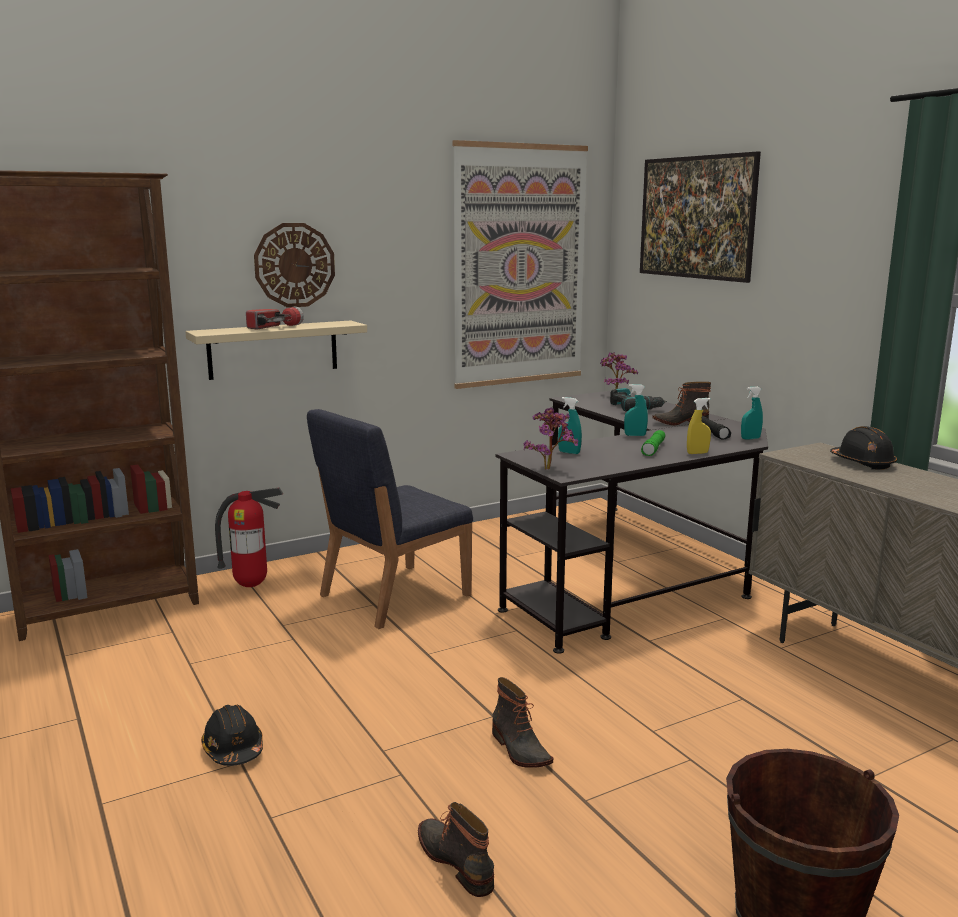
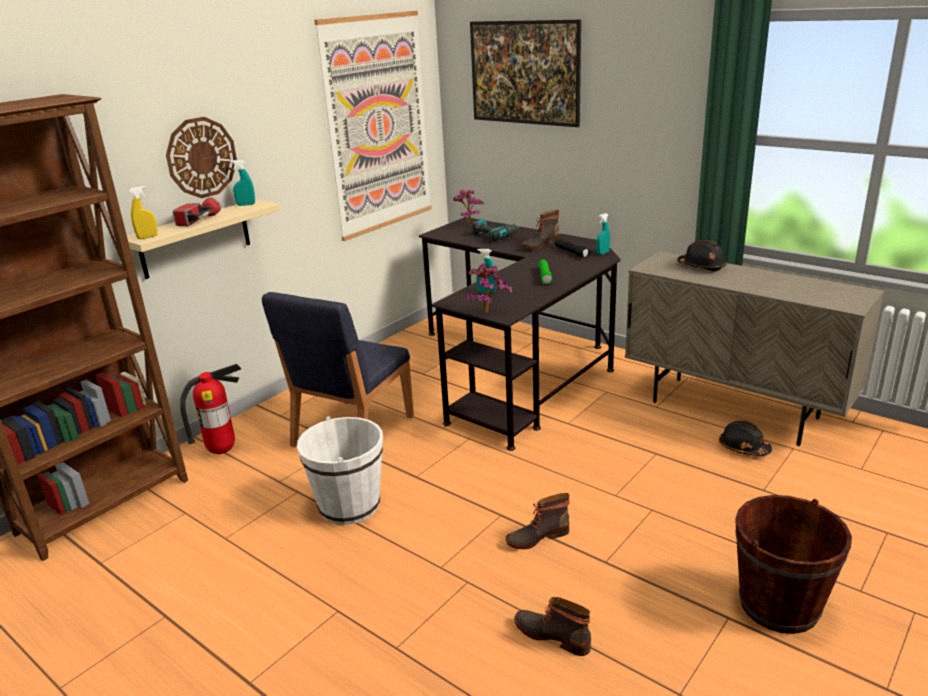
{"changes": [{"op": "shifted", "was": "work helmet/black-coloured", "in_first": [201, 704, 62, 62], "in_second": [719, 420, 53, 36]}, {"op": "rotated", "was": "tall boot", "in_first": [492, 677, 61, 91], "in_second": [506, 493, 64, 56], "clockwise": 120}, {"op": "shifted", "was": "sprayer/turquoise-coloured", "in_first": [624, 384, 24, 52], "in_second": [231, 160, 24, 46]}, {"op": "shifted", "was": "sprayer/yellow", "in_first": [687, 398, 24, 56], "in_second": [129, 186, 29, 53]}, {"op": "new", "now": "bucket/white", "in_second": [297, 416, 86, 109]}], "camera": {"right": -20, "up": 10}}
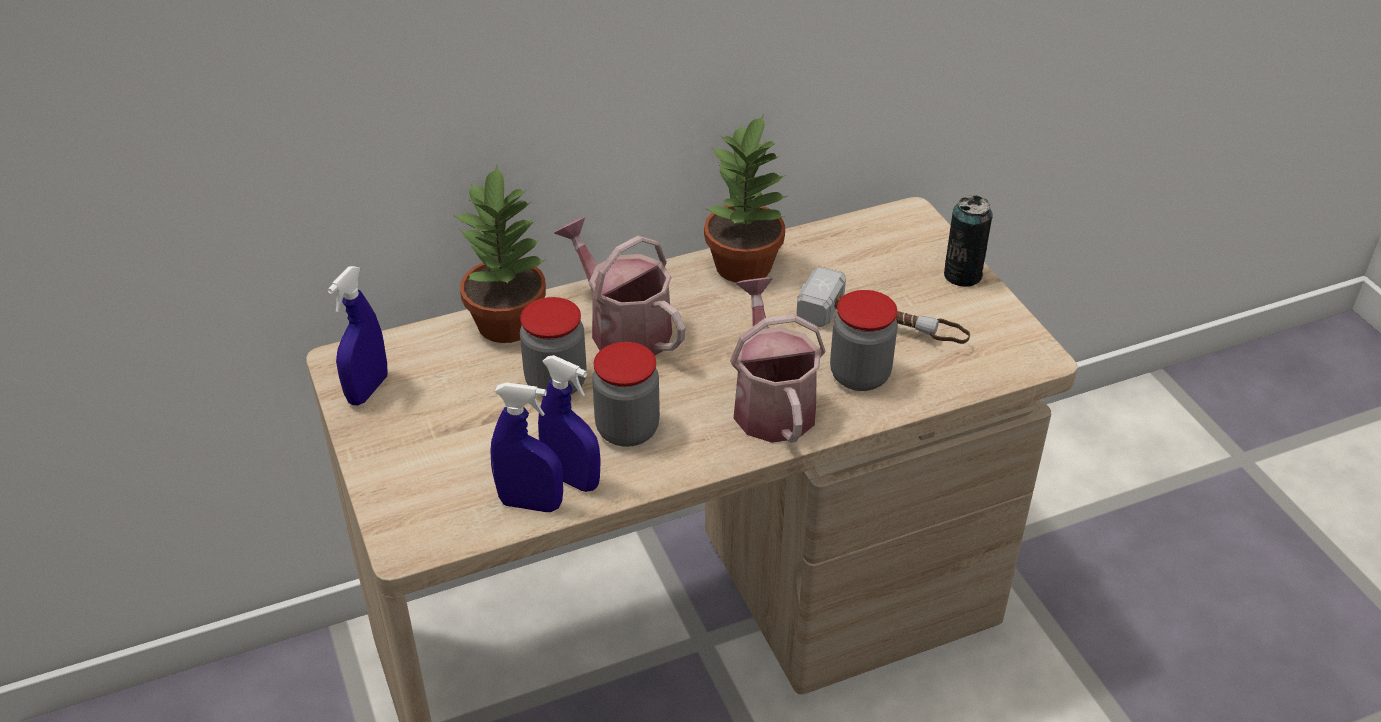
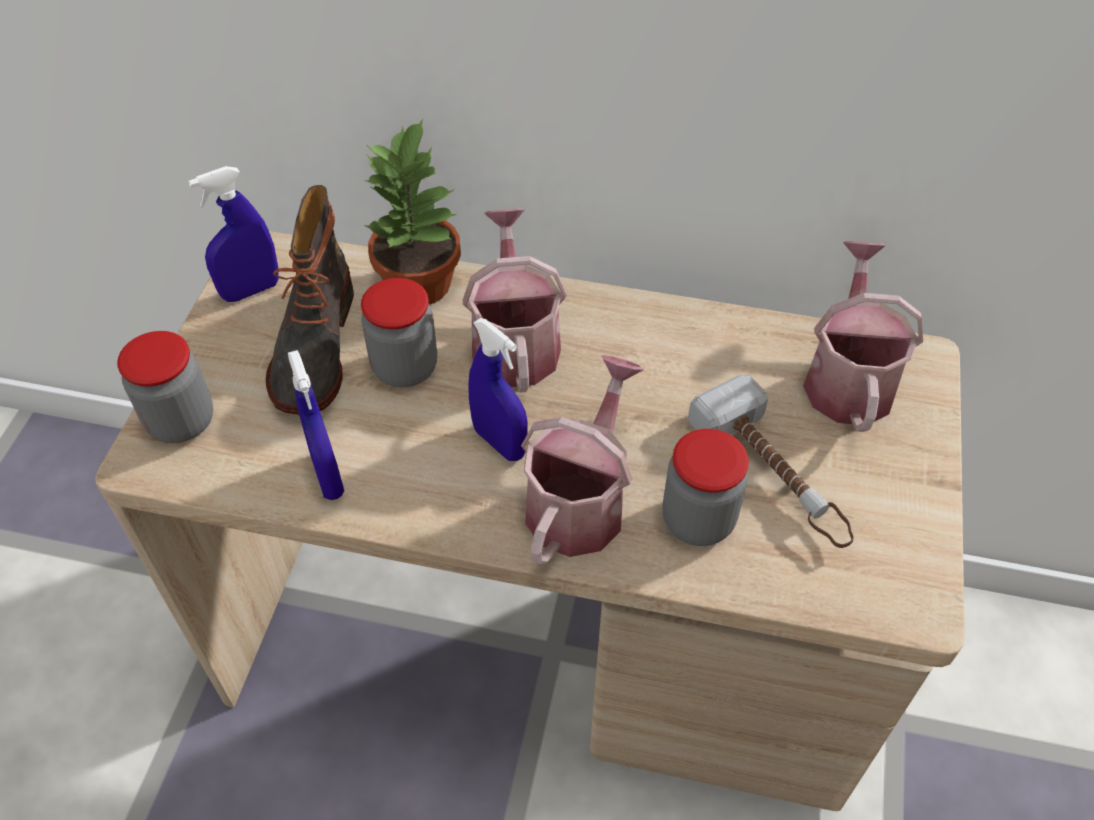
{"changes": [{"op": "shifted", "was": "sprayer/blue-coloured", "in_first": [490, 382, 73, 130], "in_second": [468, 318, 60, 143]}, {"op": "shifted", "was": "jar", "in_first": [592, 342, 68, 105], "in_second": [117, 331, 96, 112]}, {"op": "gone", "was": "plant in a pot", "in_first": [704, 114, 83, 169]}, {"op": "gone", "was": "metal can", "in_first": [944, 196, 49, 91]}, {"op": "new", "now": "tall boot", "in_second": [266, 185, 88, 230]}, {"op": "new", "now": "sprinkling can", "in_second": [803, 241, 120, 191]}], "camera": {"right": 35, "up": 10}}
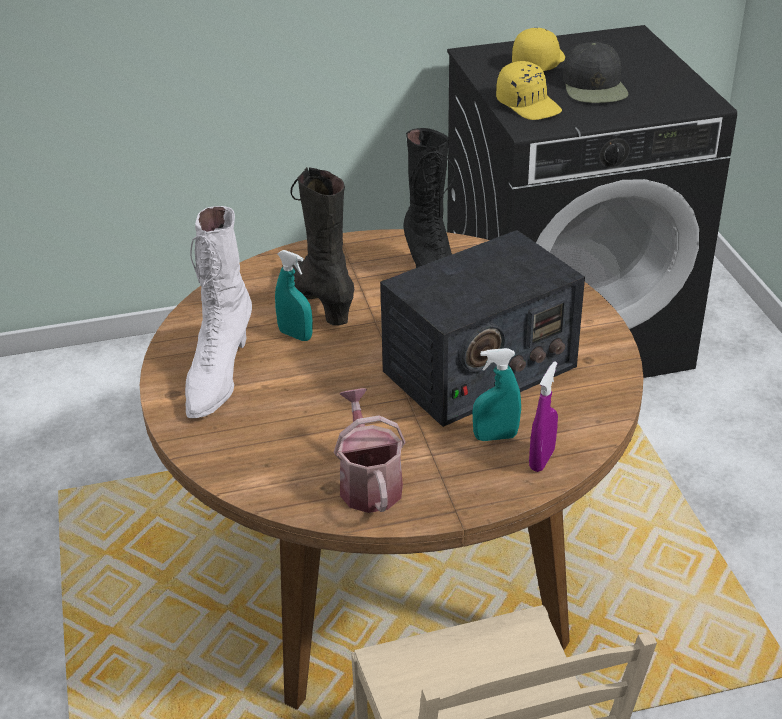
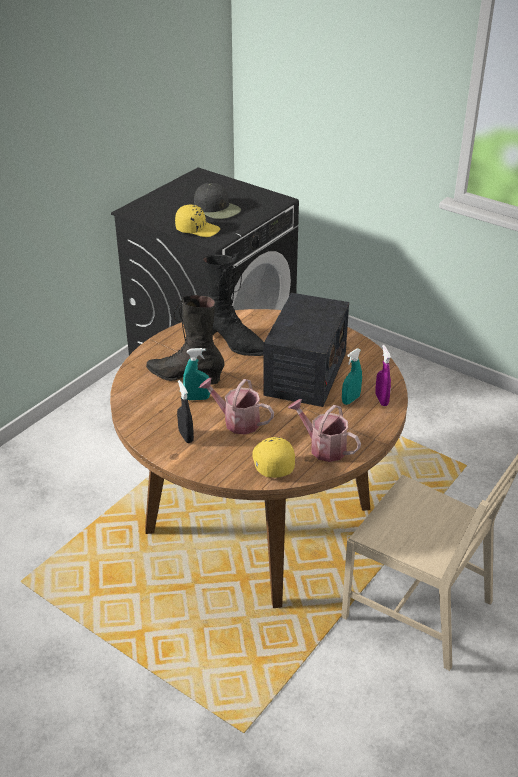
{"changes": [{"op": "swapped", "was": "tall boot/white", "now": "sprayer/black-coloured", "in_first": [185, 206, 67, 212], "in_second": [177, 380, 17, 63]}, {"op": "shifted", "was": "baseball cap/yellow", "in_first": [512, 28, 53, 43], "in_second": [252, 437, 43, 41]}, {"op": "new", "now": "sprinkling can", "in_second": [199, 378, 75, 57]}], "camera": {"right": -40, "up": 0}}
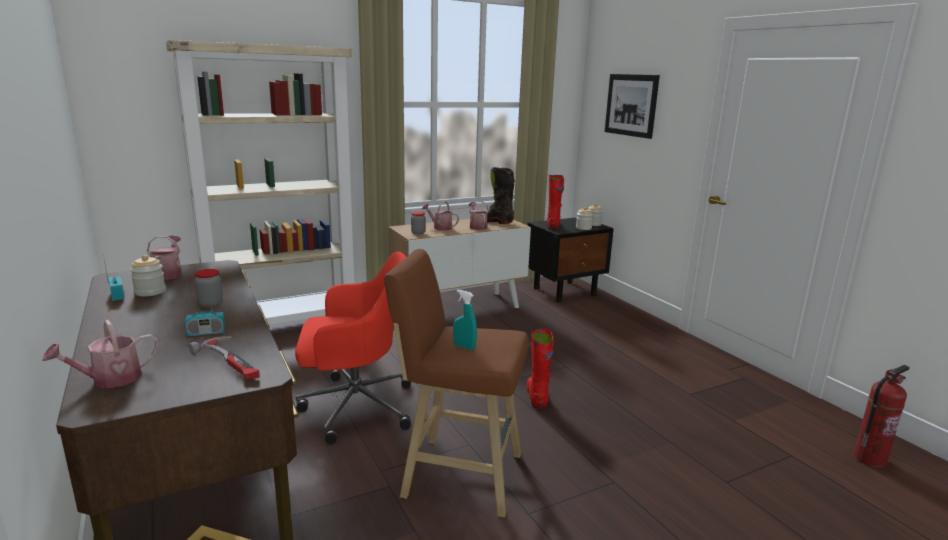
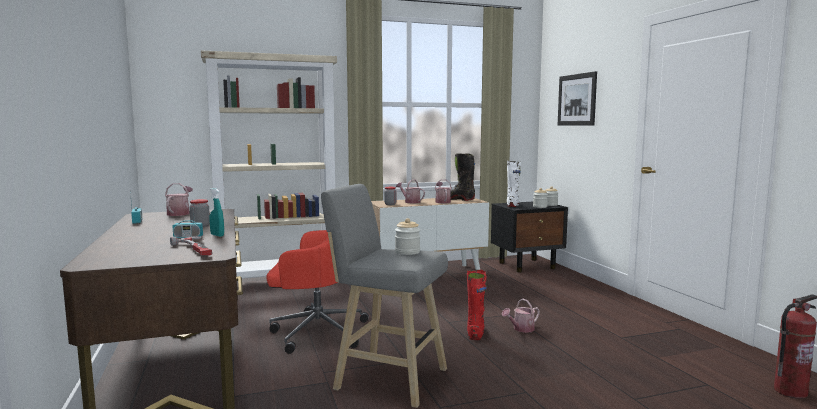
{"changes": [{"op": "shifted", "was": "sprinkling can", "in_first": [42, 320, 117, 68], "in_second": [502, 299, 38, 34]}, {"op": "shifted", "was": "jar", "in_first": [130, 255, 36, 41], "in_second": [395, 218, 25, 37]}, {"op": "repainted", "was": "stool/brown", "now": "stool/greyish", "in_first": [384, 249, 145, 268], "in_second": [321, 184, 127, 224]}, {"op": "shifted", "was": "sprayer/turquoise-coloured", "in_first": [453, 290, 24, 60], "in_second": [209, 188, 15, 49]}, {"op": "repainted", "was": "tall boot/reddish", "now": "tall boot/white", "in_first": [547, 175, 17, 54], "in_second": [507, 161, 14, 46]}], "camera": {"right": 10, "up": -10}}
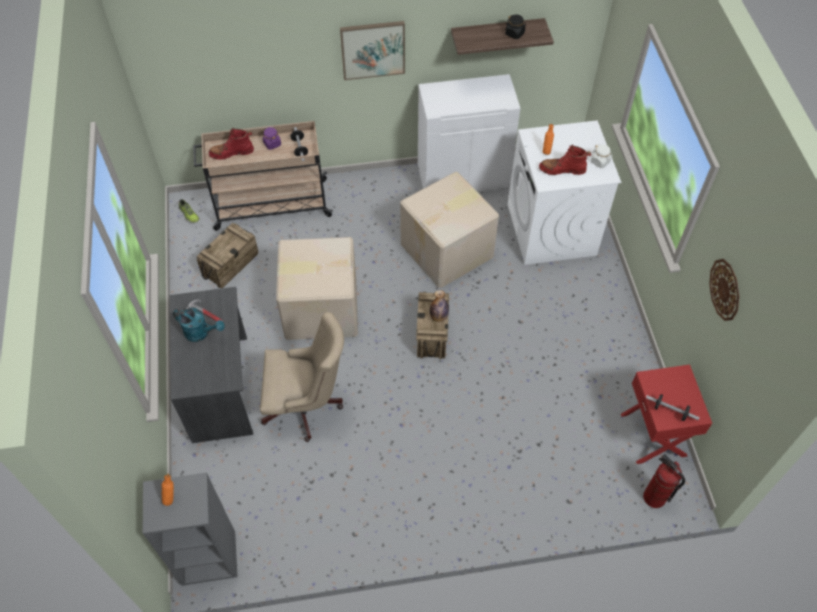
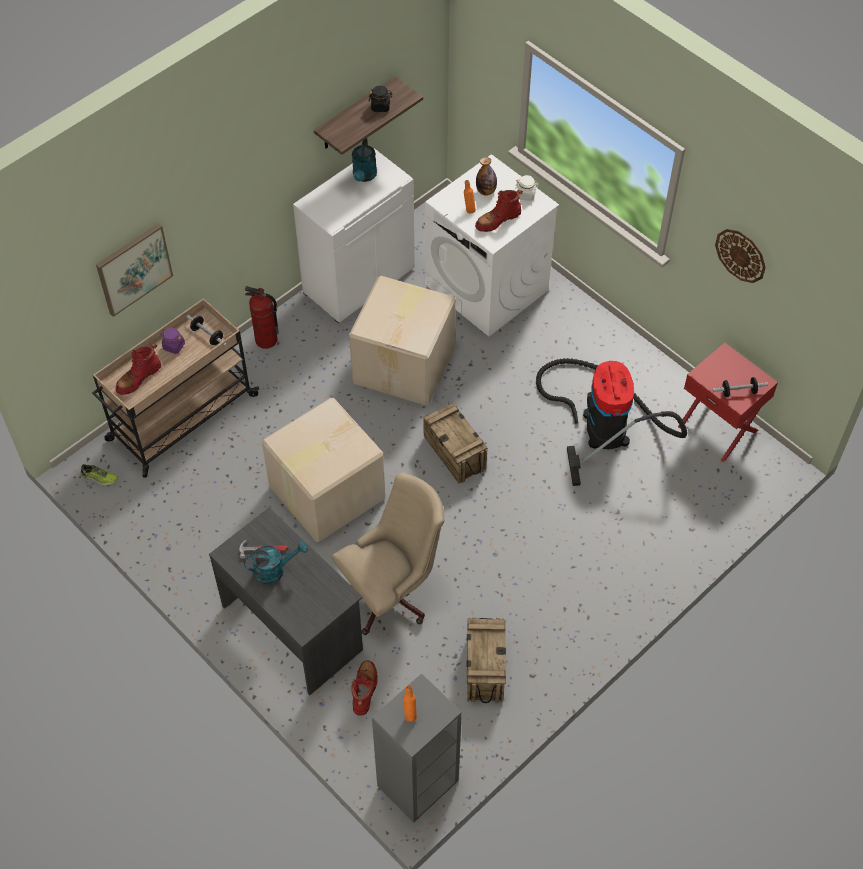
{"changes": [{"op": "shifted", "was": "packing crate", "in_first": [196, 223, 63, 65], "in_second": [467, 617, 39, 86]}, {"op": "shifted", "was": "wall picture", "in_first": [340, 21, 65, 59], "in_second": [96, 223, 77, 94]}, {"op": "shifted", "was": "drink bottle", "in_first": [430, 290, 19, 32], "in_second": [476, 157, 21, 39]}, {"op": "shifted", "was": "fire extinguisher", "in_first": [643, 454, 42, 54], "in_second": [245, 286, 34, 63]}, {"op": "new", "now": "tall boot/reddish", "in_second": [351, 660, 27, 56]}, {"op": "new", "now": "sprinkling can/turquoise-coloured", "in_second": [352, 138, 25, 44]}, {"op": "new", "now": "vacuum", "in_second": [536, 358, 151, 128]}], "camera": {"right": -35, "up": 0}}
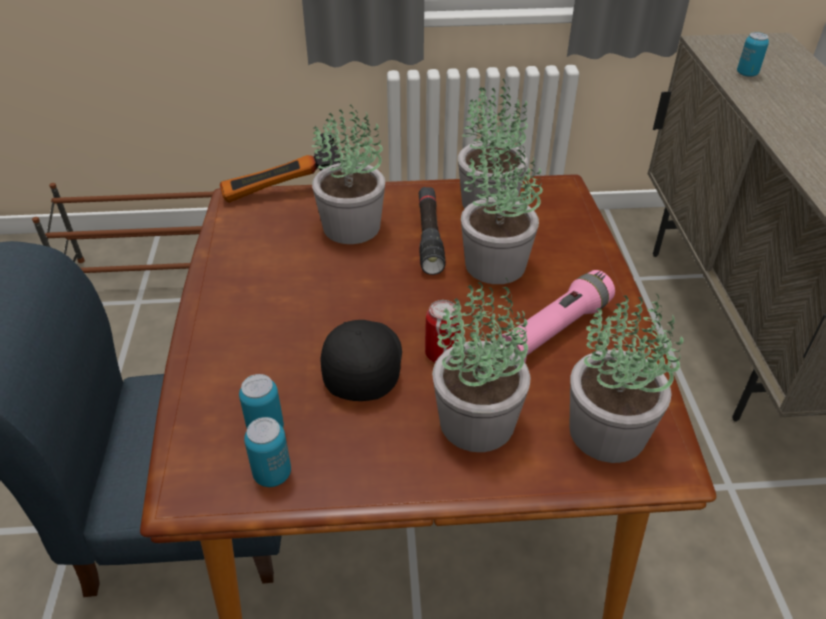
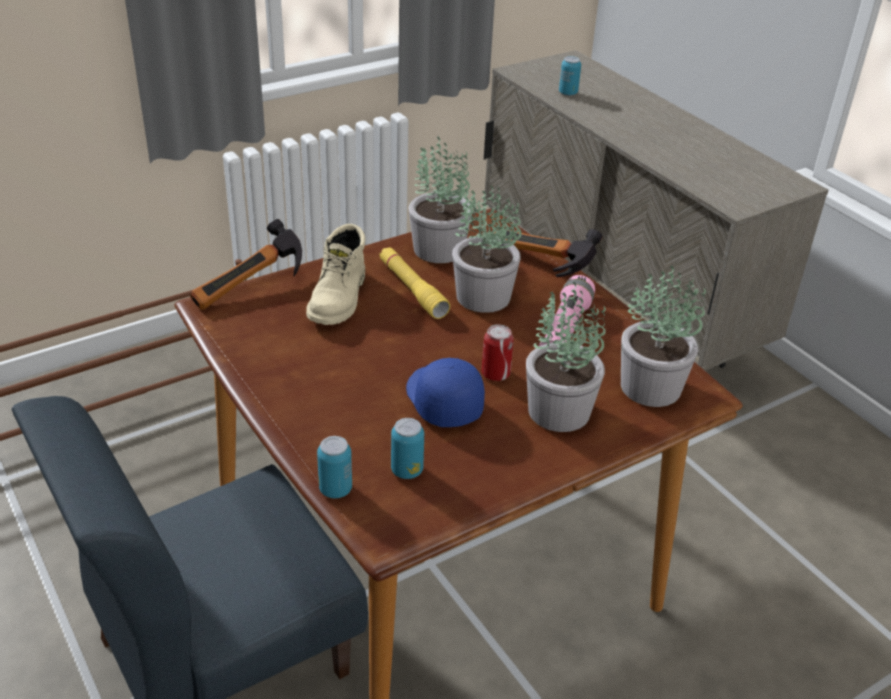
{"changes": [{"op": "shifted", "was": "metal can", "in_first": [244, 417, 47, 70], "in_second": [317, 436, 35, 62]}, {"op": "swapped", "was": "plant in a pot", "now": "tall boot/beige", "in_first": [312, 105, 73, 139], "in_second": [306, 224, 59, 101]}, {"op": "repainted", "was": "baseball cap/black-coloured", "now": "baseball cap/blue-coloured", "in_first": [321, 320, 81, 81], "in_second": [406, 358, 79, 69]}, {"op": "repainted", "was": "hand torch/black-coloured", "now": "hand torch/yellow", "in_first": [419, 187, 27, 88], "in_second": [379, 247, 71, 72]}, {"op": "new", "now": "tool hammer", "in_second": [493, 229, 110, 48]}], "camera": {"right": -30, "up": -5}}
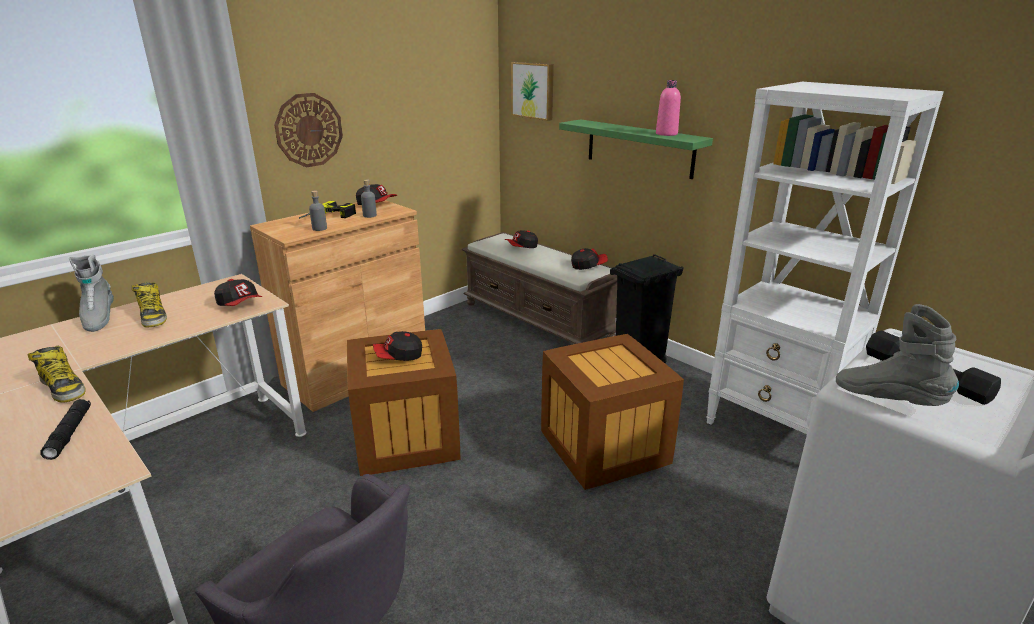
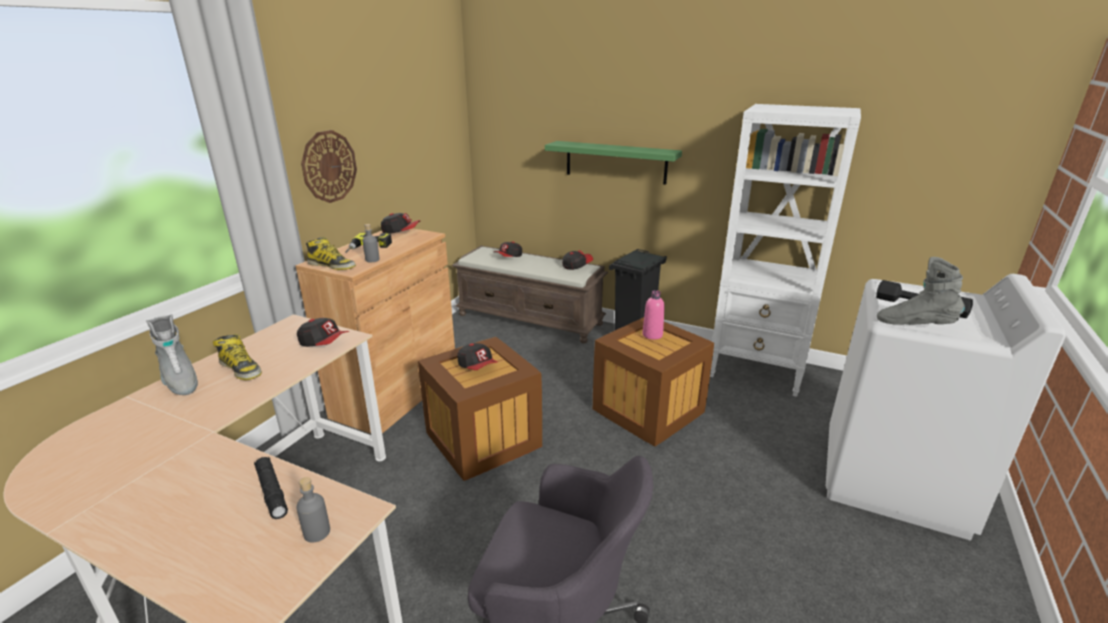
{"changes": [{"op": "shifted", "was": "tall boot", "in_first": [27, 346, 59, 57], "in_second": [306, 237, 50, 33]}, {"op": "shifted", "was": "drink bottle/greyish", "in_first": [361, 180, 16, 38], "in_second": [296, 477, 34, 66]}, {"op": "rotated", "was": "baseball cap", "in_first": [373, 331, 49, 30], "in_second": [457, 343, 41, 27], "clockwise": -90}, {"op": "gone", "was": "wall picture", "in_first": [511, 62, 43, 59]}, {"op": "shifted", "was": "drink bottle/pink-coloured", "in_first": [656, 80, 25, 56], "in_second": [642, 290, 23, 49]}], "camera": {"right": -20, "up": 0}}
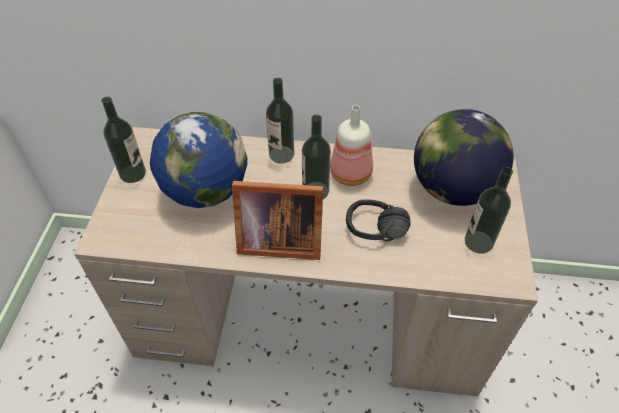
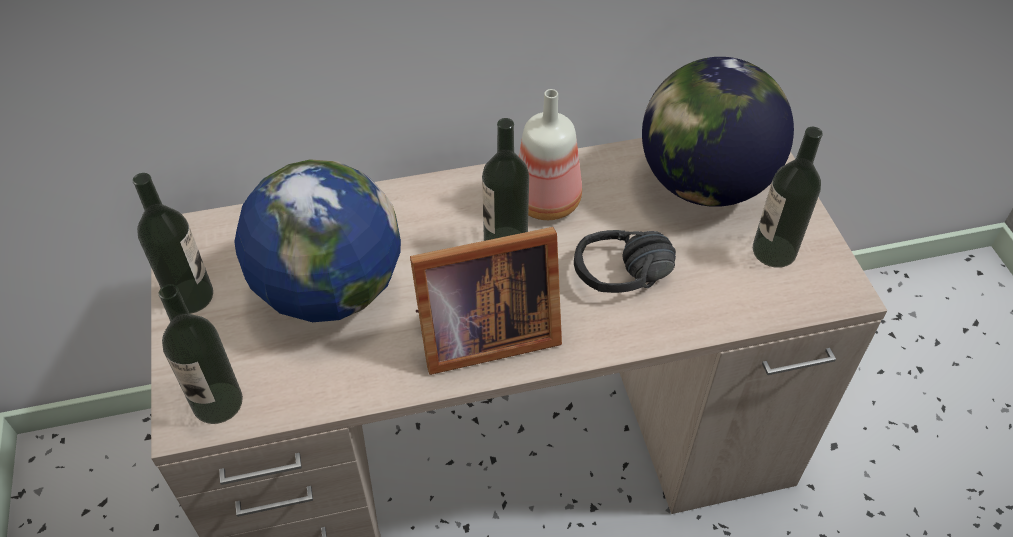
{"changes": [{"op": "shifted", "was": "drink bottle", "in_first": [266, 78, 28, 86], "in_second": [159, 284, 84, 140]}], "camera": {"right": -20, "up": 0}}
